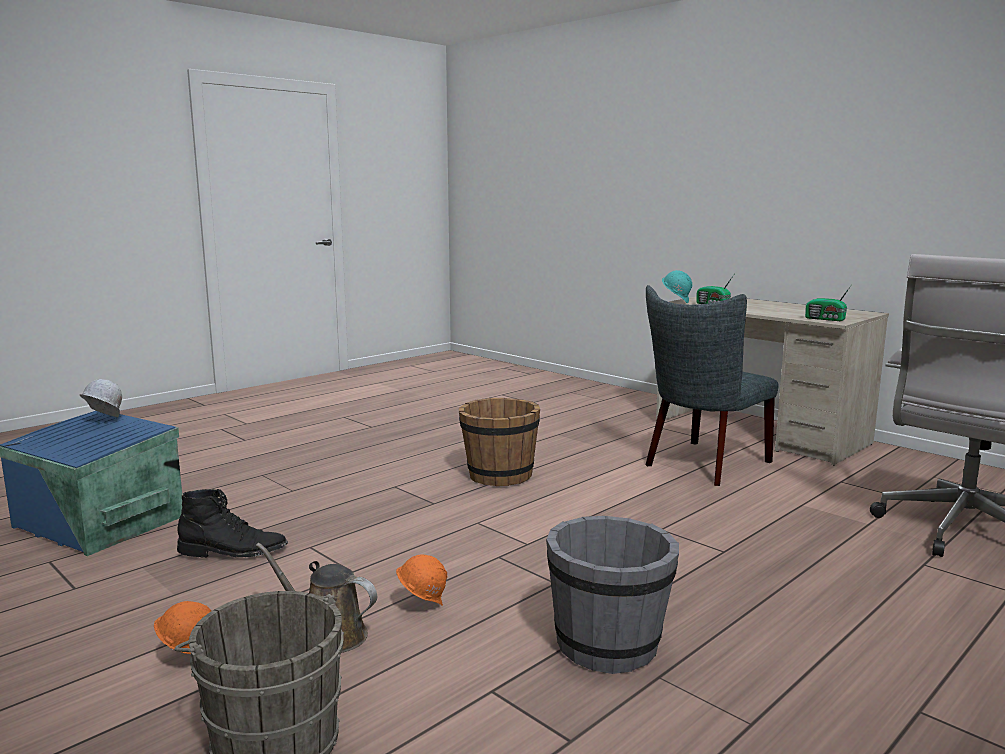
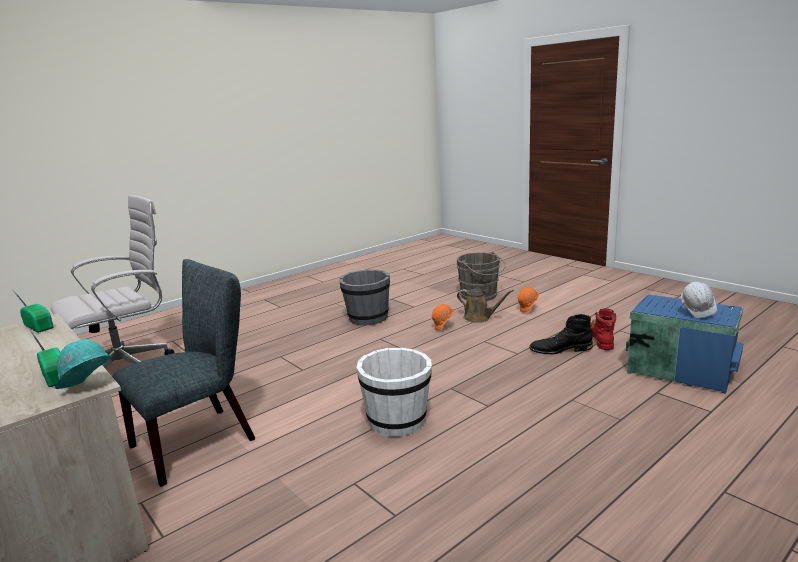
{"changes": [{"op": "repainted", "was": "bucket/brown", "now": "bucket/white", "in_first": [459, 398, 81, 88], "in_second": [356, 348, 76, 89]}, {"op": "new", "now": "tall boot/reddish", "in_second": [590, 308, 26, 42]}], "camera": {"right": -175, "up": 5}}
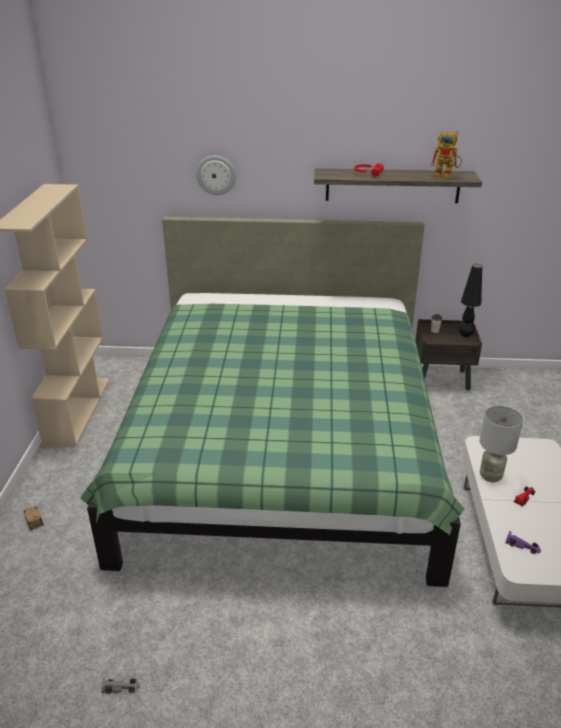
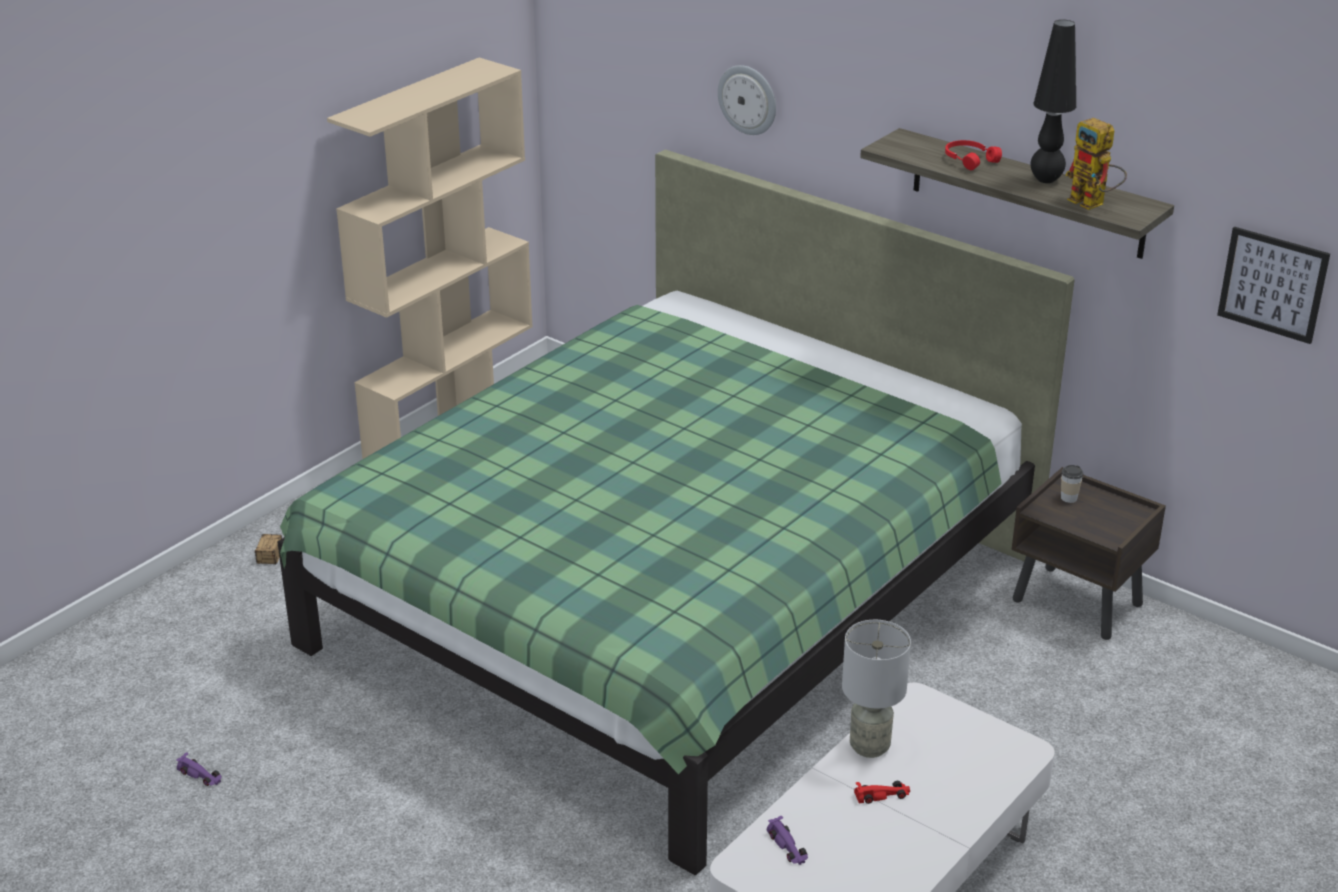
{"changes": [{"op": "repainted", "was": "miniature car/greyish", "now": "miniature car/purplish", "in_first": [101, 678, 39, 16], "in_second": [176, 752, 46, 34]}, {"op": "shifted", "was": "lamp for a table/black-coloured", "in_first": [458, 264, 24, 73], "in_second": [1030, 20, 47, 163]}, {"op": "new", "now": "wall picture", "in_second": [1217, 227, 113, 117]}], "camera": {"right": 35, "up": 0}}
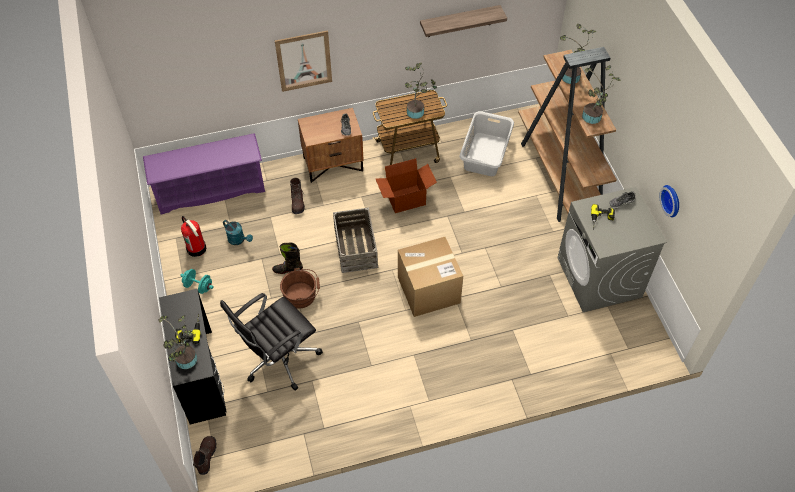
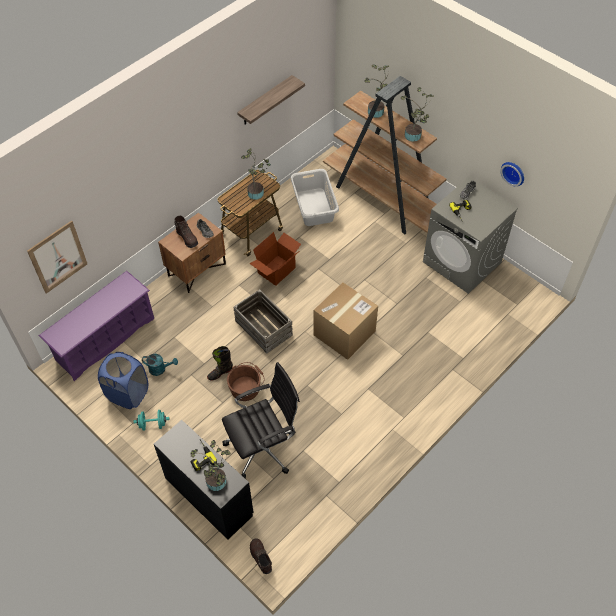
{"changes": [{"op": "swapped", "was": "fire extinguisher", "now": "washing basket/blue-coloured", "in_first": [181, 216, 25, 41], "in_second": [98, 352, 50, 57]}, {"op": "rotated", "was": "office chair/black-coloured", "in_first": [220, 293, 103, 97], "in_second": [222, 362, 78, 117], "clockwise": -135}, {"op": "shifted", "was": "wall picture", "in_first": [275, 30, 57, 62], "in_second": [27, 220, 60, 74]}, {"op": "shifted", "was": "tall boot/brown", "in_first": [290, 178, 15, 36], "in_second": [174, 216, 24, 32]}], "camera": {"right": -30, "up": 0}}
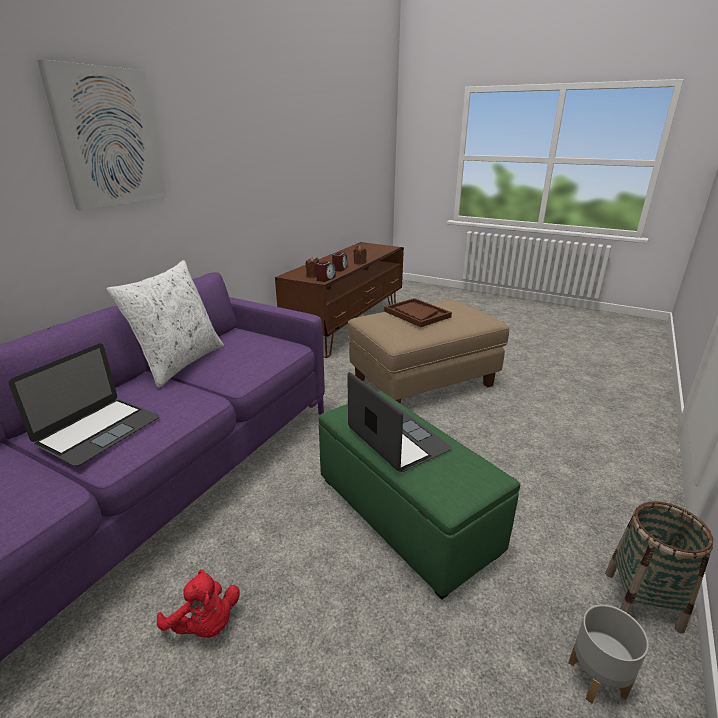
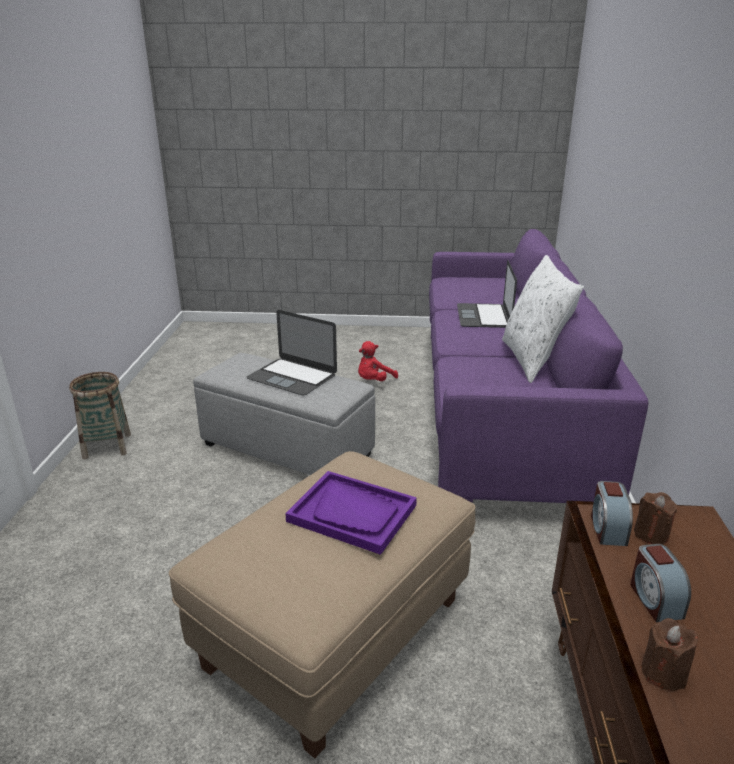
{"changes": [{"op": "gone", "was": "wall picture", "in_first": [37, 59, 130, 151]}, {"op": "rotated", "was": "plush toy/reddish", "in_first": [157, 569, 83, 69], "in_second": [358, 341, 40, 40], "clockwise": -60}, {"op": "repainted", "was": "ottoman/green", "now": "ottoman/greyish", "in_first": [319, 391, 201, 209], "in_second": [193, 353, 182, 122]}, {"op": "repainted", "was": "serving tray/brown", "now": "serving tray/purplish", "in_first": [384, 298, 68, 29], "in_second": [285, 471, 132, 84]}, {"op": "gone", "was": "plant pot/greyish", "in_first": [568, 604, 81, 99]}], "camera": {"right": 155, "up": 0}}
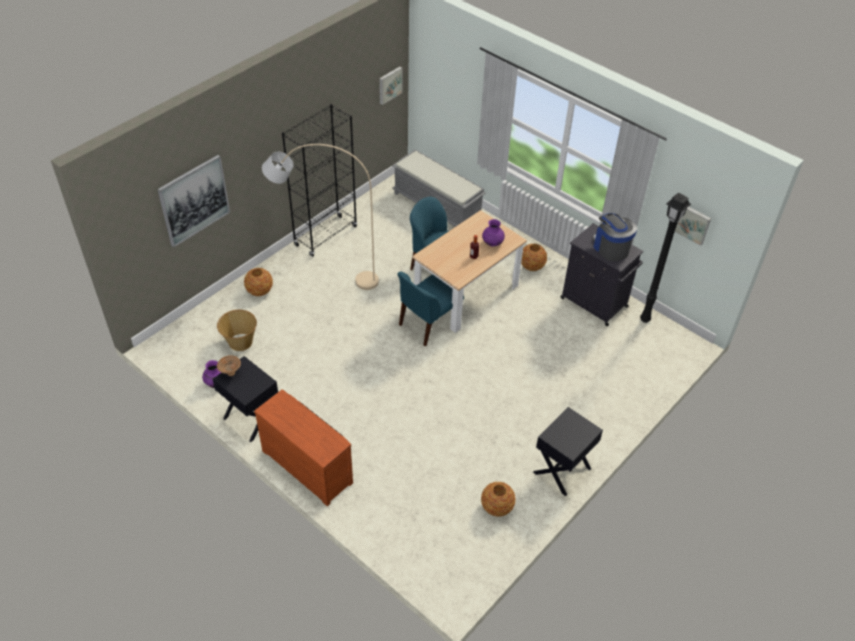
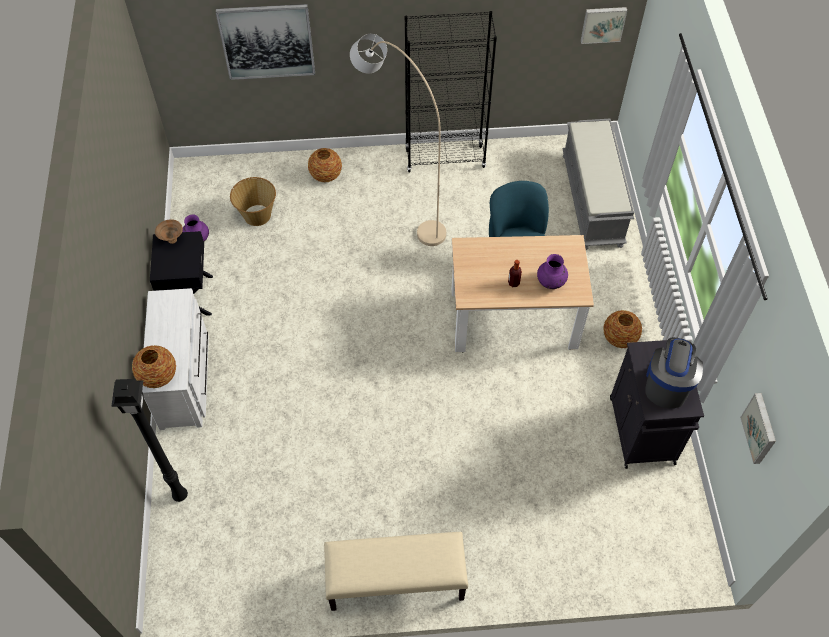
{"changes": [{"op": "repainted", "was": "drawer chest/brown", "now": "drawer chest/white", "in_first": [254, 389, 99, 117], "in_second": [142, 288, 67, 142]}, {"op": "gone", "was": "chair/blue-coloured", "in_first": [397, 271, 67, 75]}, {"op": "shifted", "was": "vase", "in_first": [481, 482, 35, 35], "in_second": [132, 345, 44, 43]}, {"op": "swapped", "was": "night table/black-coloured", "now": "indoor bench/beige", "in_first": [533, 407, 70, 89], "in_second": [324, 532, 144, 79]}, {"op": "shifted", "was": "standing lamp/black-coloured", "in_first": [640, 192, 51, 131], "in_second": [111, 379, 77, 123]}], "camera": {"right": 45, "up": 10}}
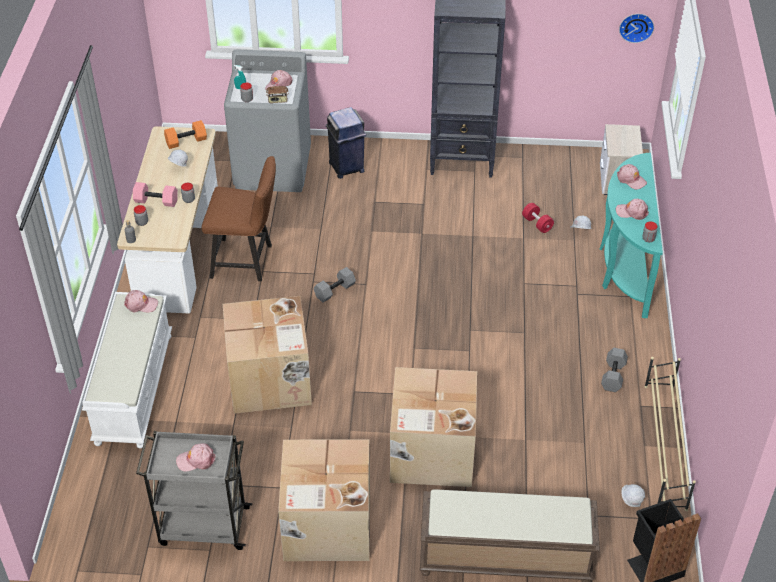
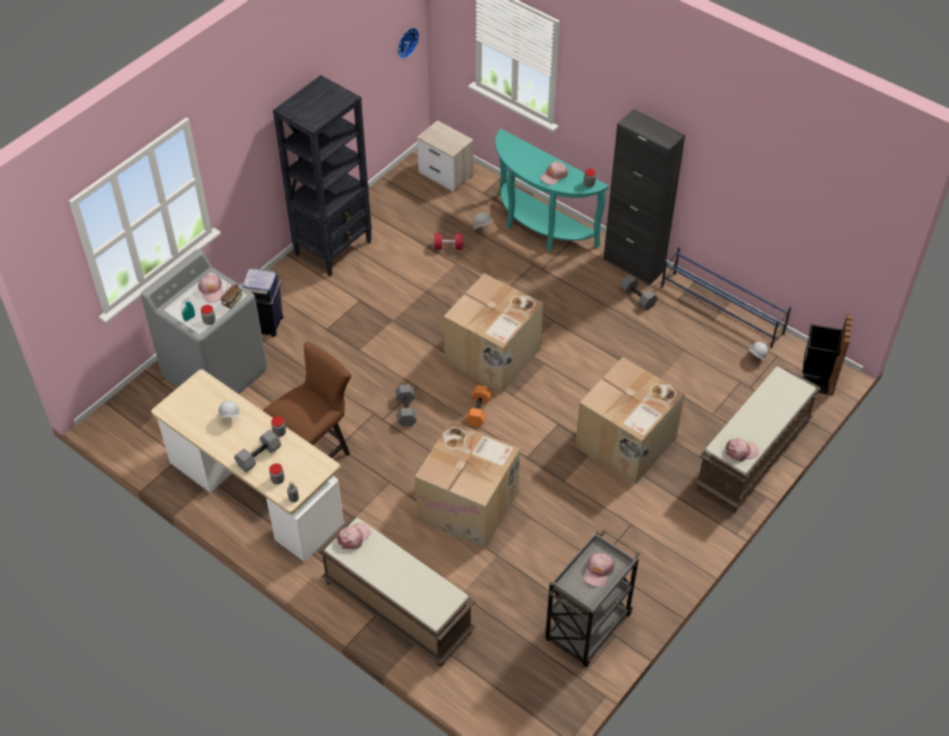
{"changes": [{"op": "repainted", "was": "indoor bench/white", "now": "indoor bench/brown", "in_first": [82, 292, 90, 157], "in_second": [317, 516, 159, 150]}, {"op": "repainted", "was": "hand weight/pink-coloured", "now": "hand weight/greyish", "in_first": [133, 182, 45, 25], "in_second": [234, 430, 47, 42]}, {"op": "shifted", "was": "hand weight/orange-coloured", "in_first": [164, 120, 43, 29], "in_second": [465, 385, 27, 42]}, {"op": "shifted", "was": "cardboard box", "in_first": [278, 439, 92, 122], "in_second": [443, 273, 100, 120]}, {"op": "shifted", "was": "baseball cap/pink-coloured", "in_first": [617, 164, 30, 25], "in_second": [725, 438, 34, 24]}, {"op": "repainted", "was": "shoe stand/beige", "now": "shoe stand/blue-coloured", "in_first": [644, 357, 52, 154], "in_second": [661, 247, 130, 101]}, {"op": "new", "now": "storage cabinet/black-coloured", "in_second": [603, 109, 82, 176]}], "camera": {"right": -55, "up": 5}}
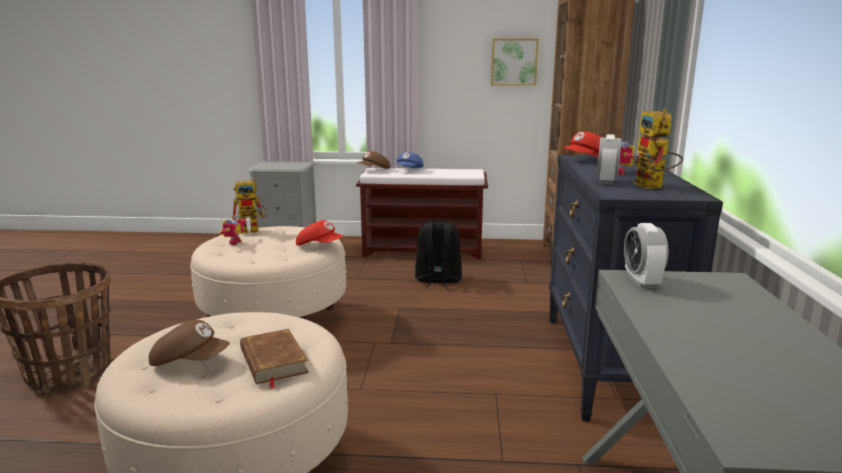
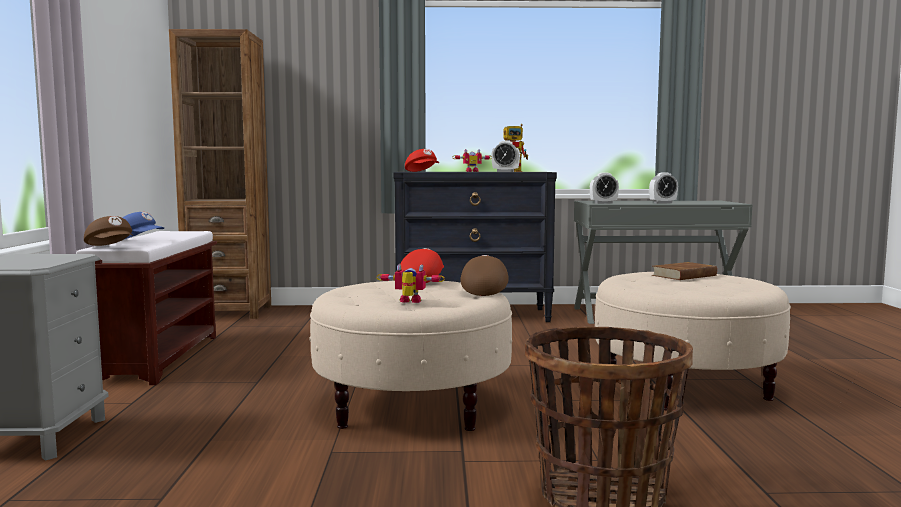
{"changes": [{"op": "shifted", "was": "baseball cap/brown", "in_first": [149, 320, 81, 46], "in_second": [460, 255, 49, 41]}, {"op": "gone", "was": "robot figure", "in_first": [232, 178, 35, 56]}, {"op": "gone", "was": "rucksack/black-coloured", "in_first": [415, 219, 47, 70]}, {"op": "gone", "was": "wall picture", "in_first": [491, 39, 48, 47]}, {"op": "new", "now": "alarm clock", "in_second": [649, 172, 29, 32]}], "camera": {"right": -95, "up": -10}}
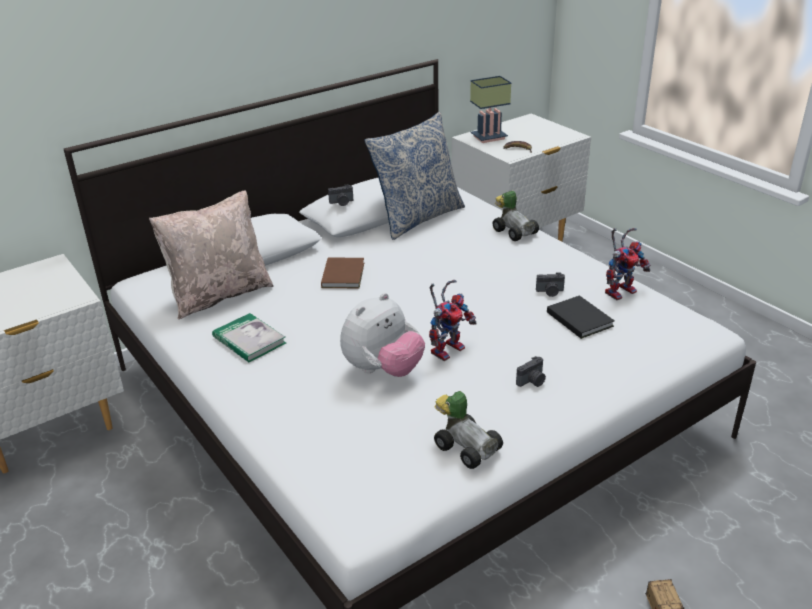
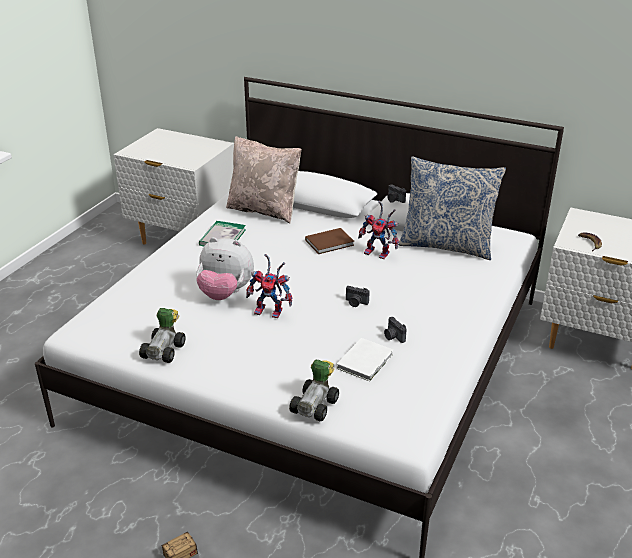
{"changes": [{"op": "gone", "was": "lamp for a table", "in_first": [470, 76, 41, 67]}, {"op": "shifted", "was": "miniature car", "in_first": [492, 191, 47, 50], "in_second": [289, 359, 50, 62]}, {"op": "shifted", "was": "photo camera", "in_first": [516, 356, 30, 31], "in_second": [346, 286, 23, 21]}, {"op": "repainted", "was": "book/black-coloured", "now": "book/white", "in_first": [547, 295, 68, 44], "in_second": [336, 338, 58, 44]}, {"op": "shifted", "was": "robot figure", "in_first": [605, 228, 45, 72], "in_second": [358, 201, 41, 58]}], "camera": {"right": 60, "up": 0}}
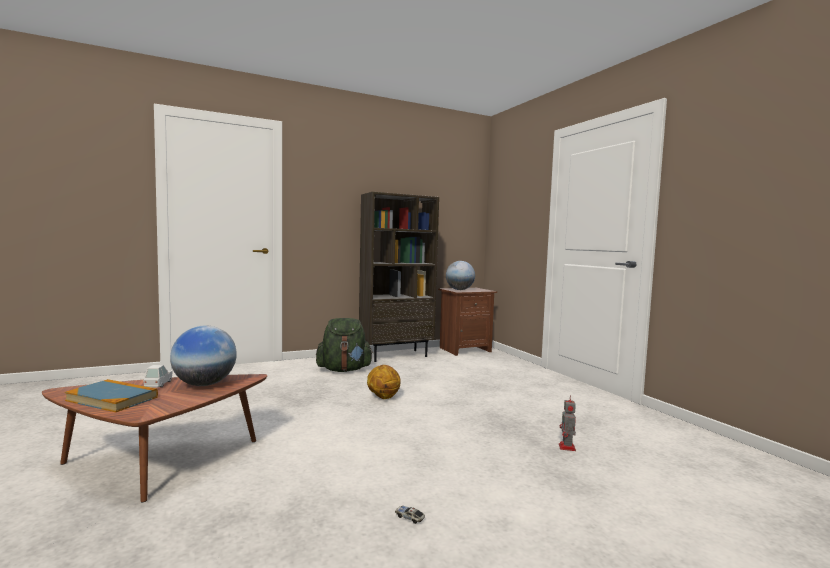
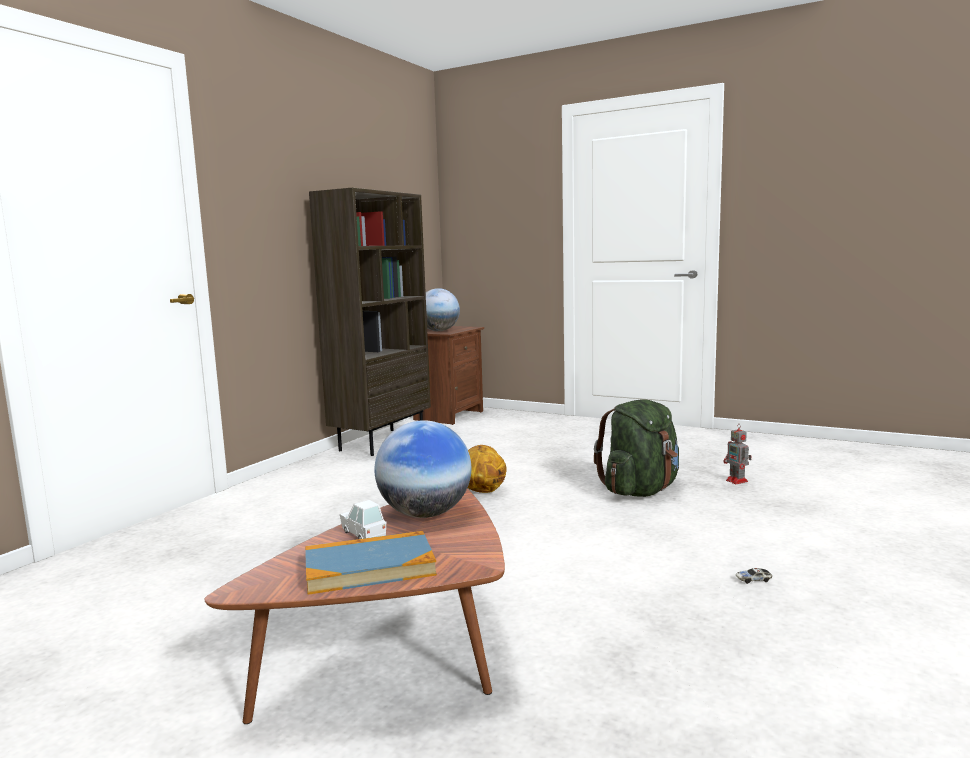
{"changes": [{"op": "shifted", "was": "rucksack/green", "in_first": [316, 318, 57, 54], "in_second": [594, 399, 85, 98]}], "camera": {"right": -35, "up": 5}}
